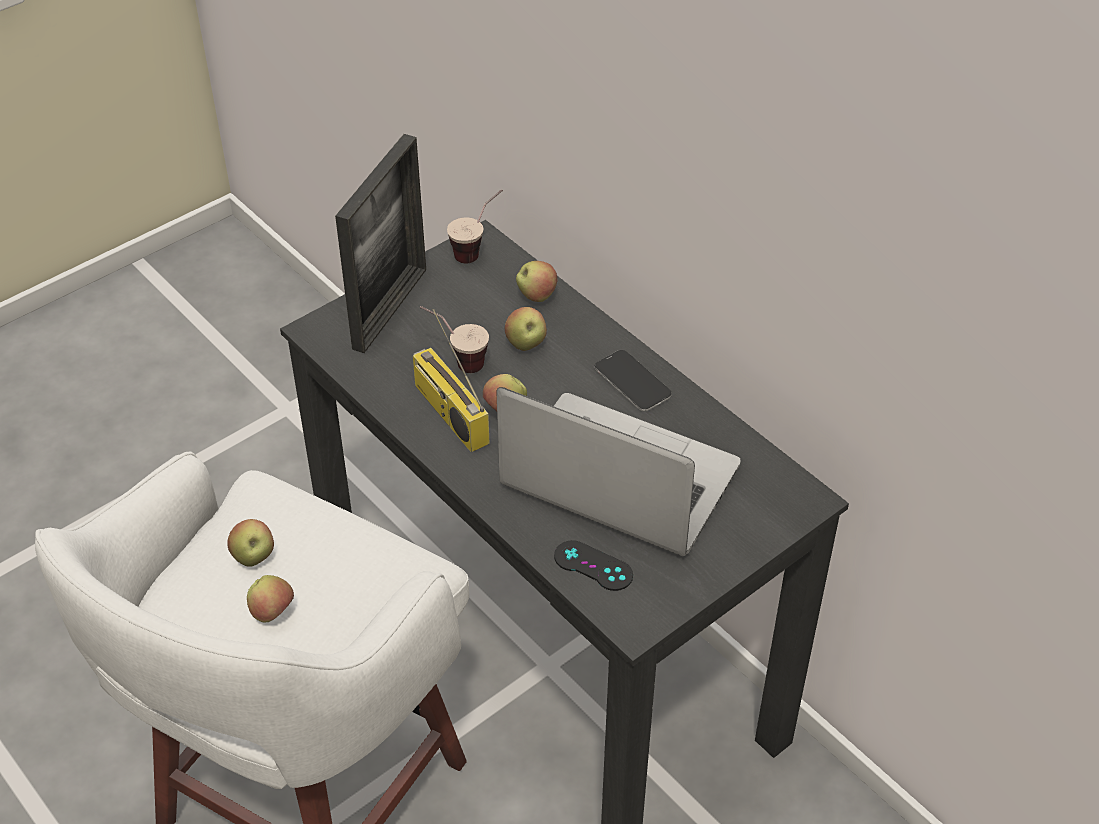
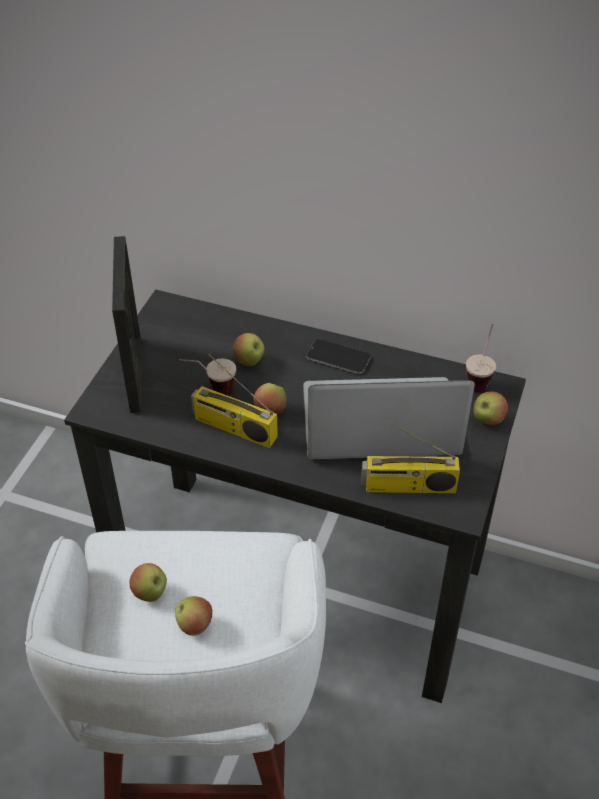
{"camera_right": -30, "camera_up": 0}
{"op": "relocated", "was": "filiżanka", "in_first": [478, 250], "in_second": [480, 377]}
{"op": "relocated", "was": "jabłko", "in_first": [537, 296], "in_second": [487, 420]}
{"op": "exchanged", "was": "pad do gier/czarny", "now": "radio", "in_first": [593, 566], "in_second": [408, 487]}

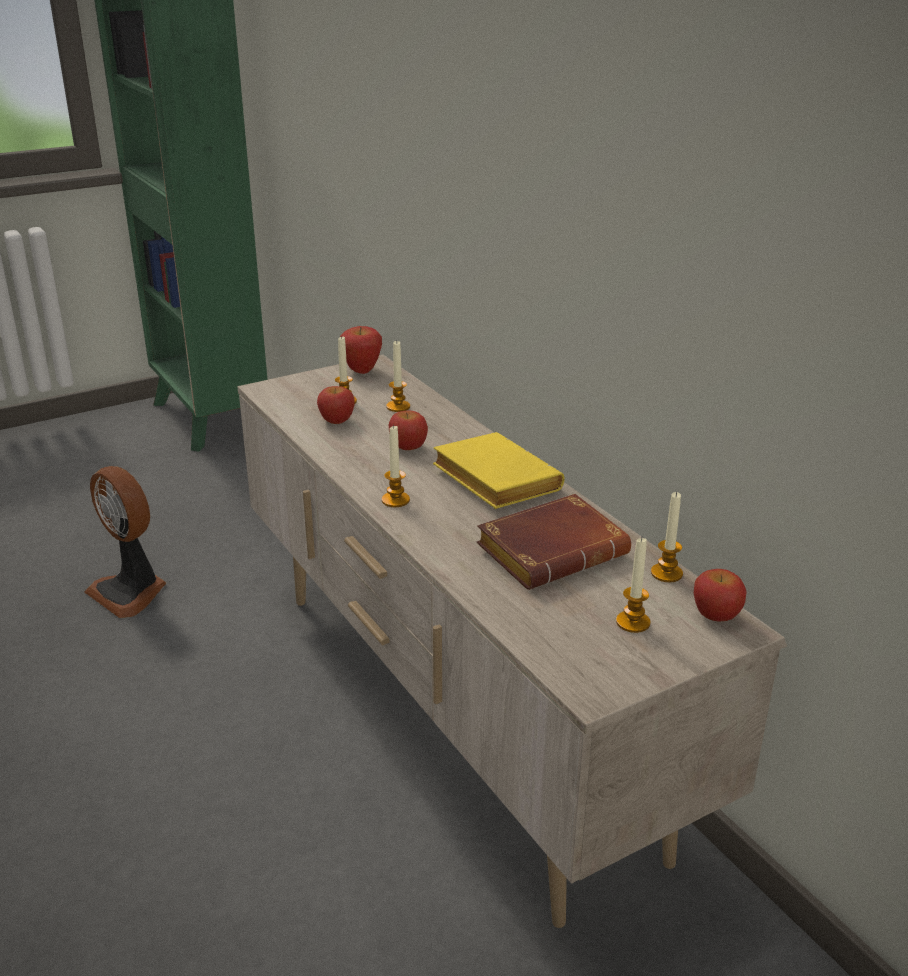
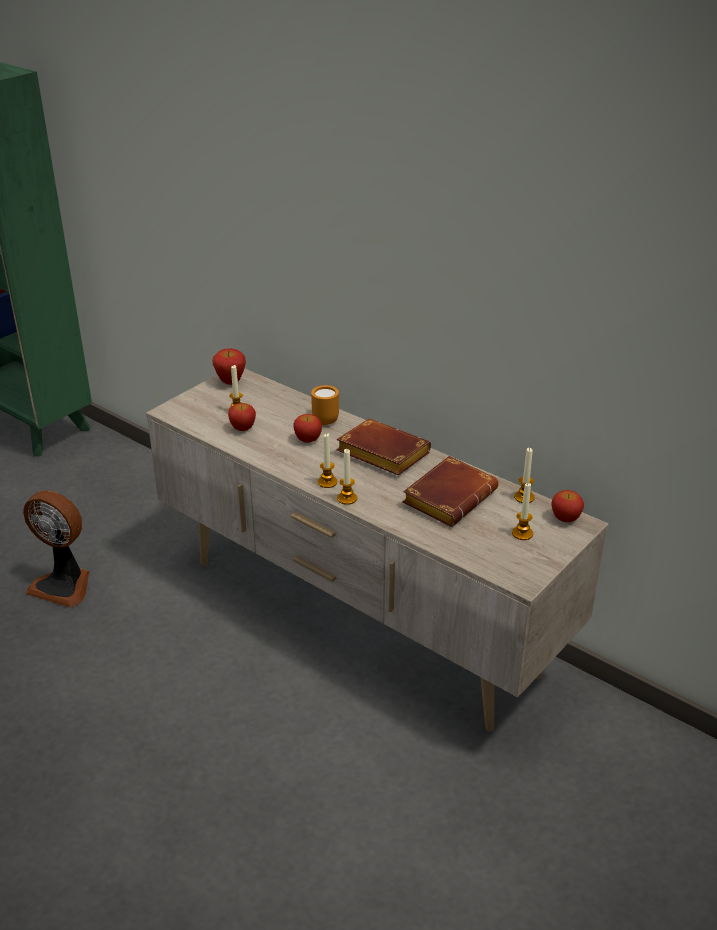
{"camera_right": -20, "camera_up": 5}
{"op": "appeared", "now": "kubek/pomarańczowy", "in_second": [324, 420]}
{"op": "relocated", "was": "świeca", "in_first": [398, 407], "in_second": [347, 498]}
{"op": "colour", "was": "książka/żółty", "now": "książka/brązowy", "in_first": [491, 480], "in_second": [380, 454]}

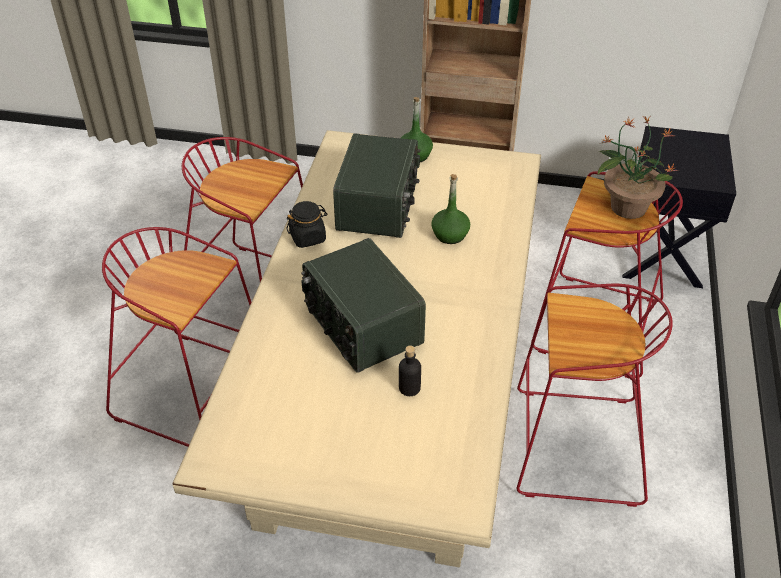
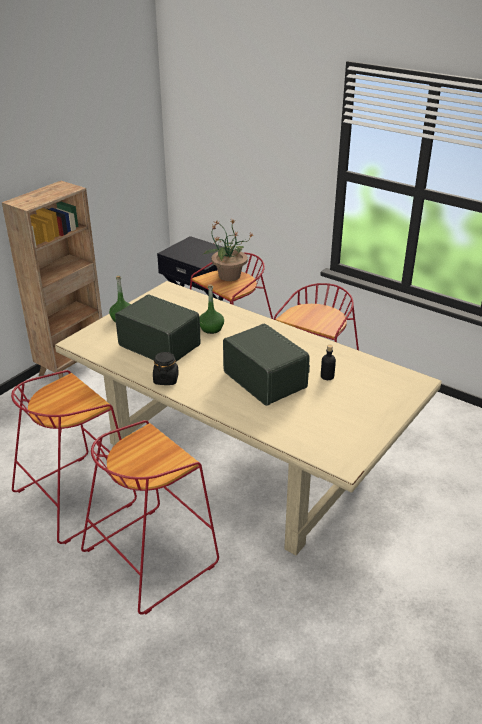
{"camera_right": -65, "camera_up": -10}
{"op": "spun", "was": "radio", "in_first": [361, 326], "in_second": [266, 379], "clockwise": -120}

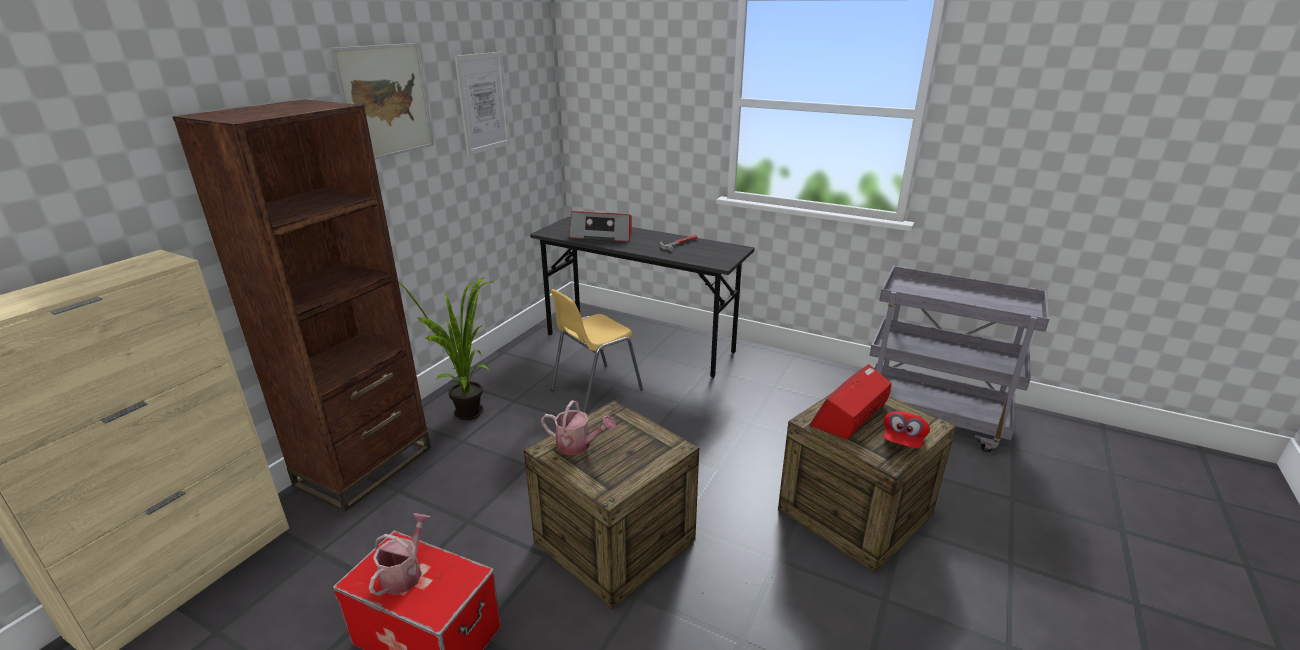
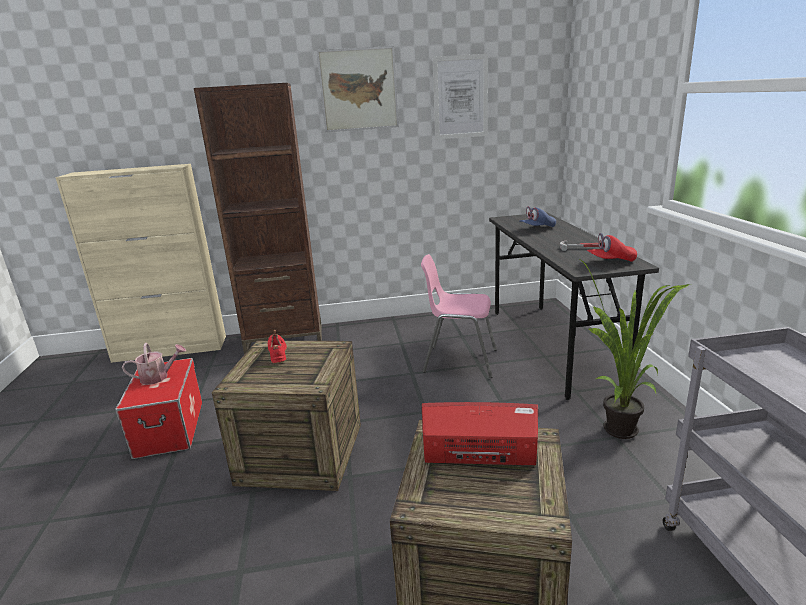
{"camera_right": 55, "camera_up": -5}
{"op": "relocated", "was": "roślina doniczkowa", "in_first": [472, 416], "in_second": [621, 435]}
{"op": "relocated", "was": "czapka z daszkiem/czerwony", "in_first": [903, 440], "in_second": [610, 261]}
{"op": "exchanged", "was": "konewka", "now": "but/czerwony", "in_first": [578, 445], "in_second": [278, 353]}
{"op": "exchanged", "was": "radio", "now": "czapka z daszkiem/niebieski", "in_first": [602, 235], "in_second": [537, 228]}
{"op": "colour", "was": "krzesło/żółty", "now": "krzesło/różowy", "in_first": [595, 390], "in_second": [459, 361]}

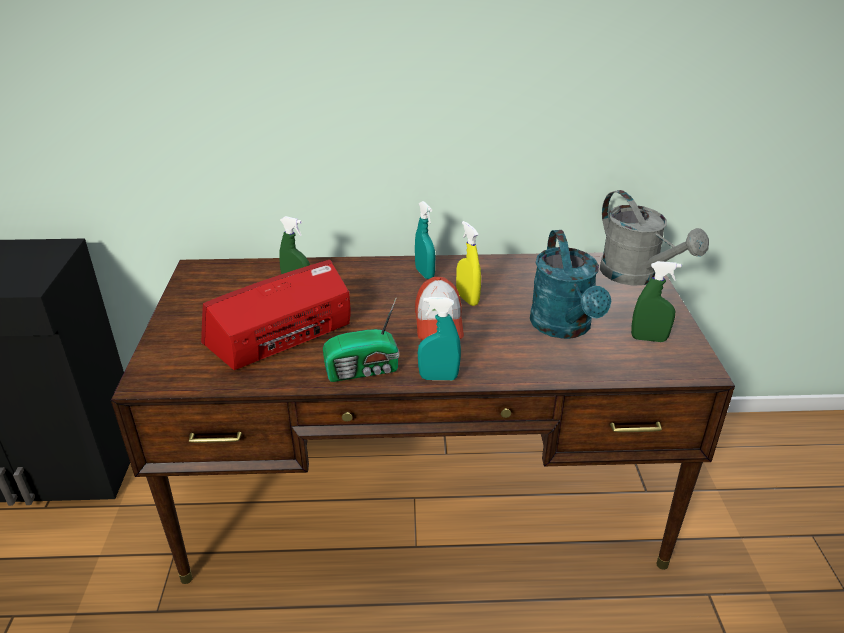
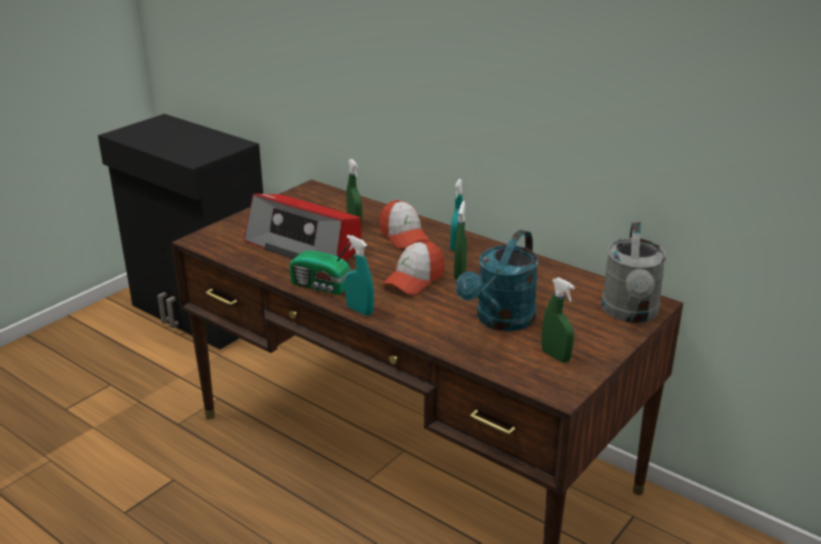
{"camera_right": 40, "camera_up": -5}
{"op": "appeared", "now": "czapka z daszkiem", "in_second": [404, 236]}
{"op": "colour", "was": "spryskiwacz/żółty", "now": "spryskiwacz/zielony", "in_first": [467, 299], "in_second": [460, 274]}
{"op": "spun", "was": "radio", "in_first": [281, 334], "in_second": [304, 246], "clockwise": -150}

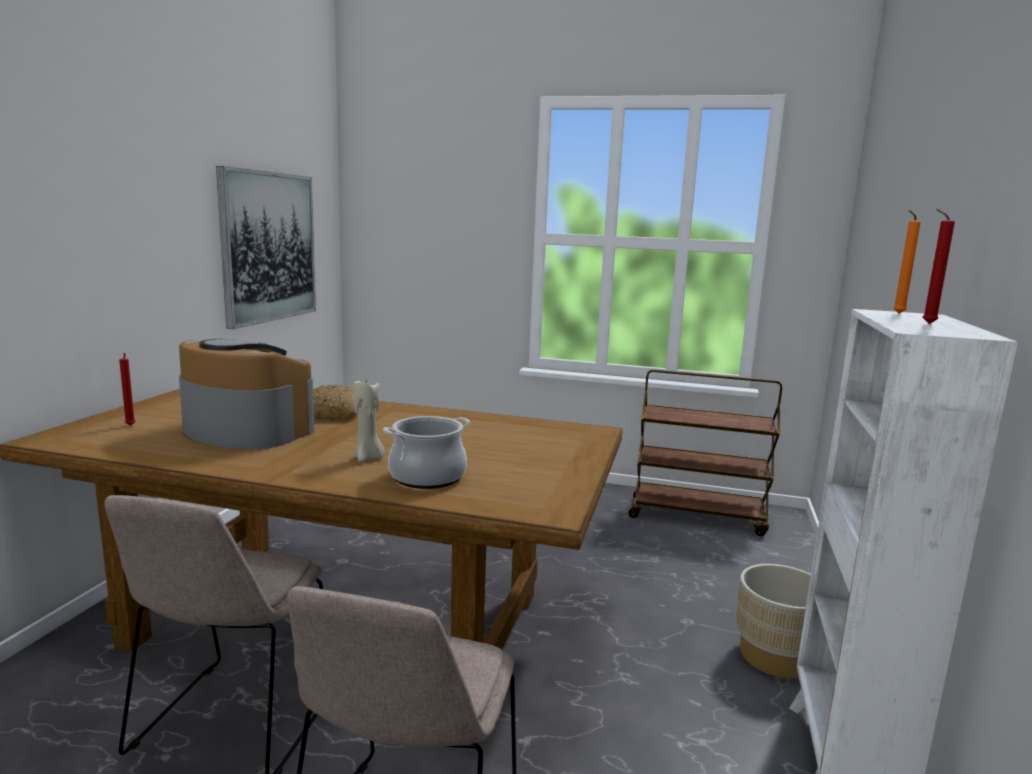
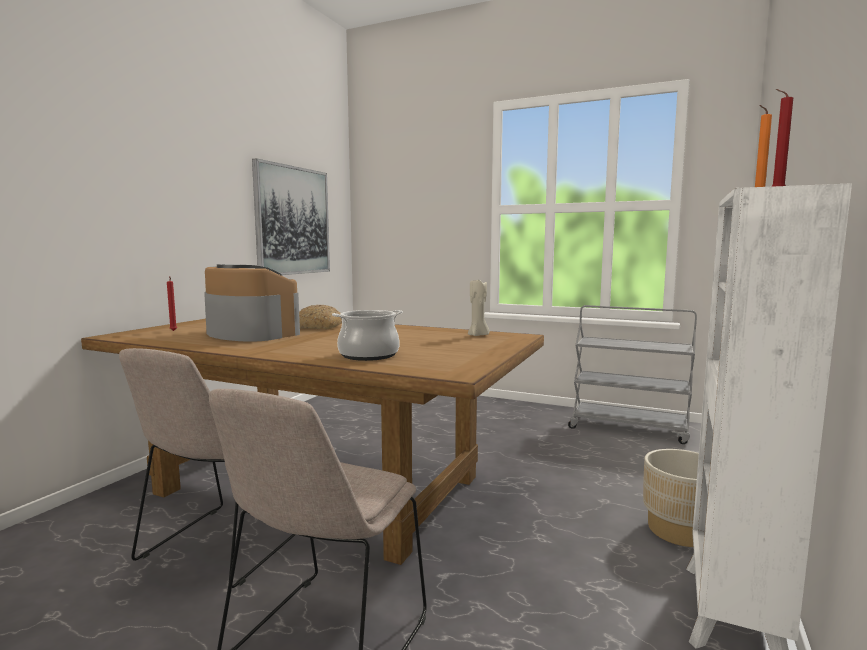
{"camera_right": 10, "camera_up": -5}
{"op": "relocated", "was": "świeca/beżowy", "in_first": [368, 458], "in_second": [478, 335]}
{"op": "colour", "was": "wózek/brązowy", "now": "wózek/szary", "in_first": [697, 516], "in_second": [629, 428]}

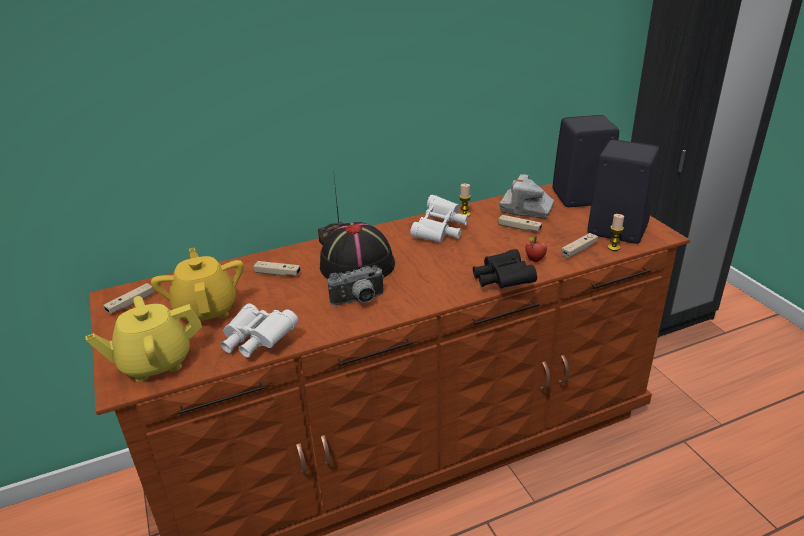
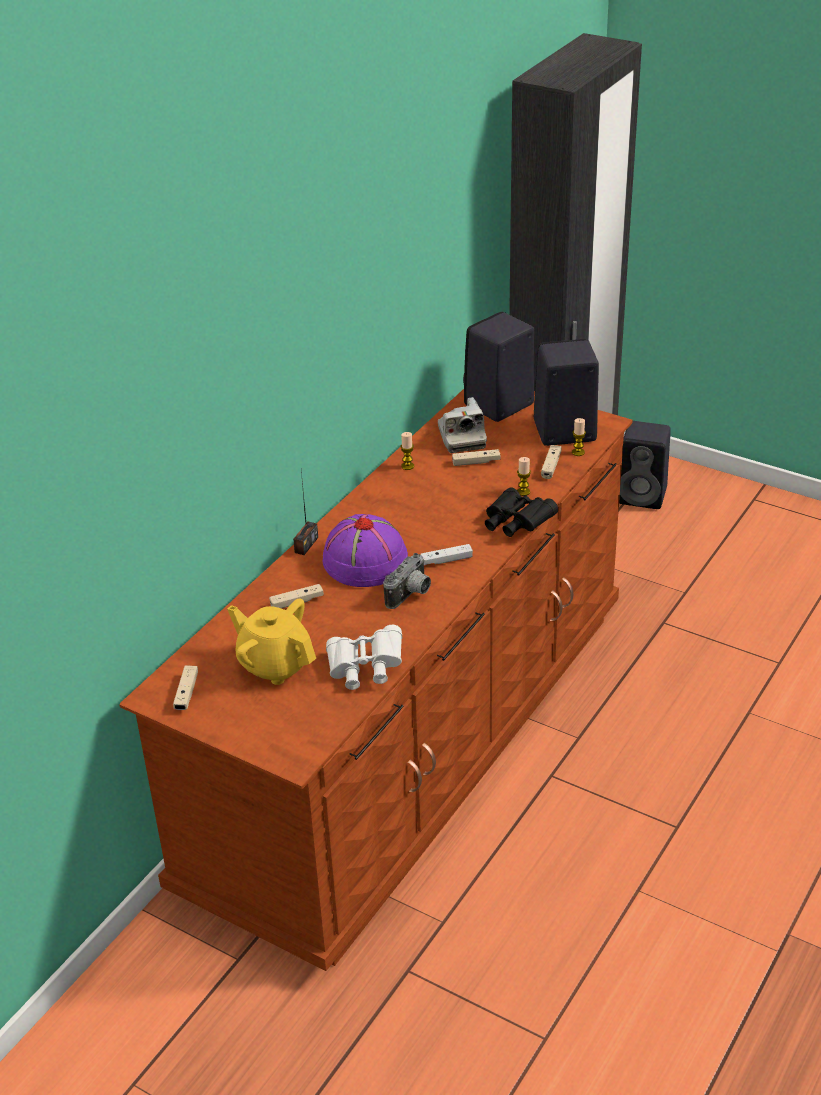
{"camera_right": -35, "camera_up": 5}
{"op": "missing", "was": "imbryk/żółty", "in_first": [155, 362]}
{"op": "missing", "was": "lornetka/biały", "in_first": [440, 231]}
{"op": "appeared", "now": "pad do gier/biały", "in_second": [446, 560]}
{"op": "appeared", "now": "głośnik/czarny", "in_second": [643, 495]}
{"op": "exchanged", "was": "jabłko", "now": "świeca", "in_first": [535, 260], "in_second": [523, 492]}
{"op": "colour", "was": "kapelusz/czarny", "now": "kapelusz/fioletowy", "in_first": [357, 264], "in_second": [364, 561]}
{"op": "spun", "was": "aparat fotograficzny", "in_first": [526, 209], "in_second": [461, 438], "clockwise": -90}

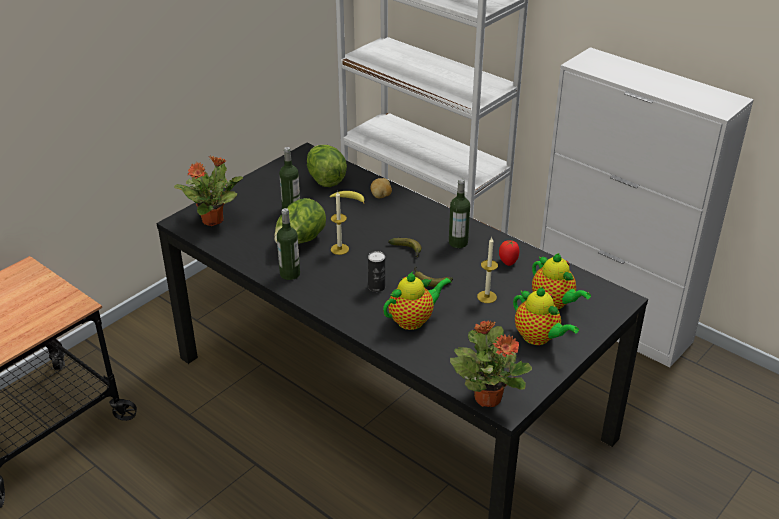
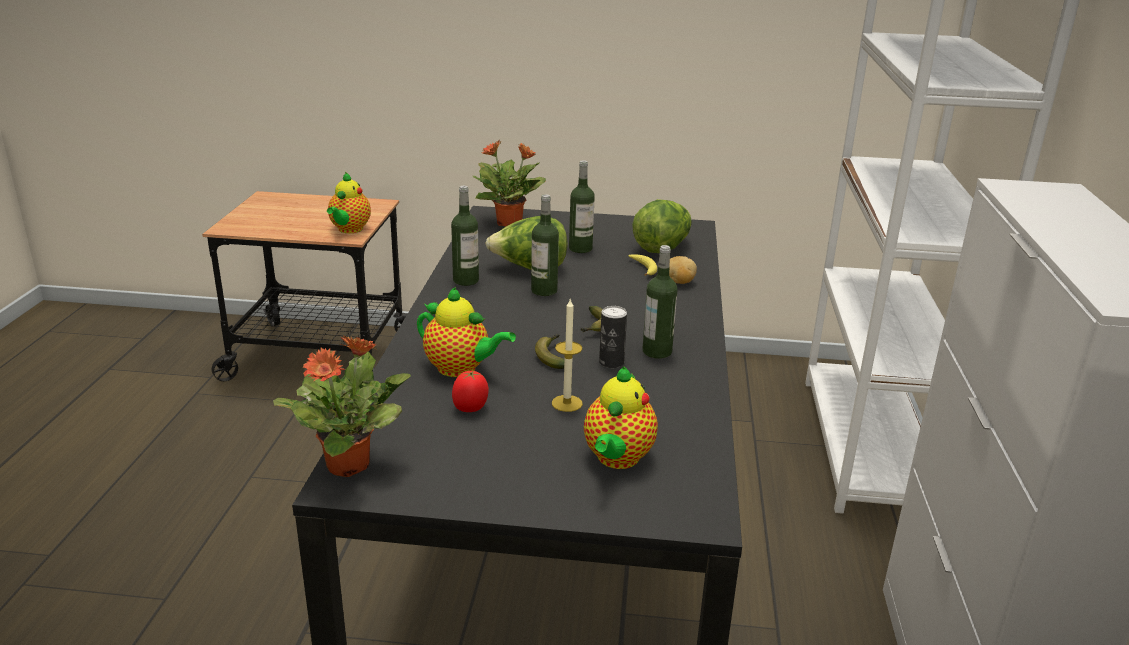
{"camera_right": 55, "camera_up": -10}
{"op": "relocated", "was": "puszka", "in_first": [376, 287], "in_second": [611, 362]}
{"op": "relocated", "was": "pomidor", "in_first": [508, 262], "in_second": [471, 408]}
{"op": "relocated", "was": "imbryk", "in_first": [538, 338], "in_second": [349, 230]}
{"op": "exchanged", "was": "świeca", "now": "butelka", "in_first": [339, 249], "in_second": [544, 290]}

